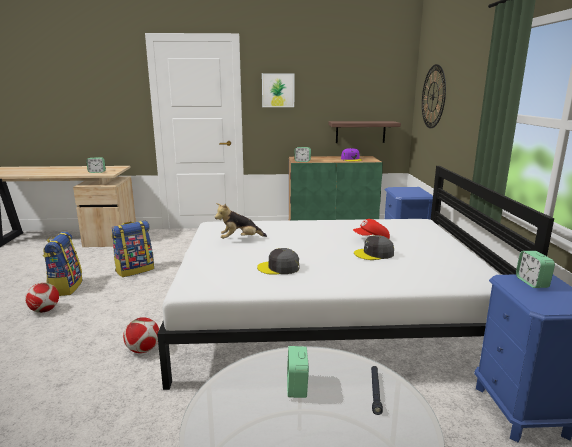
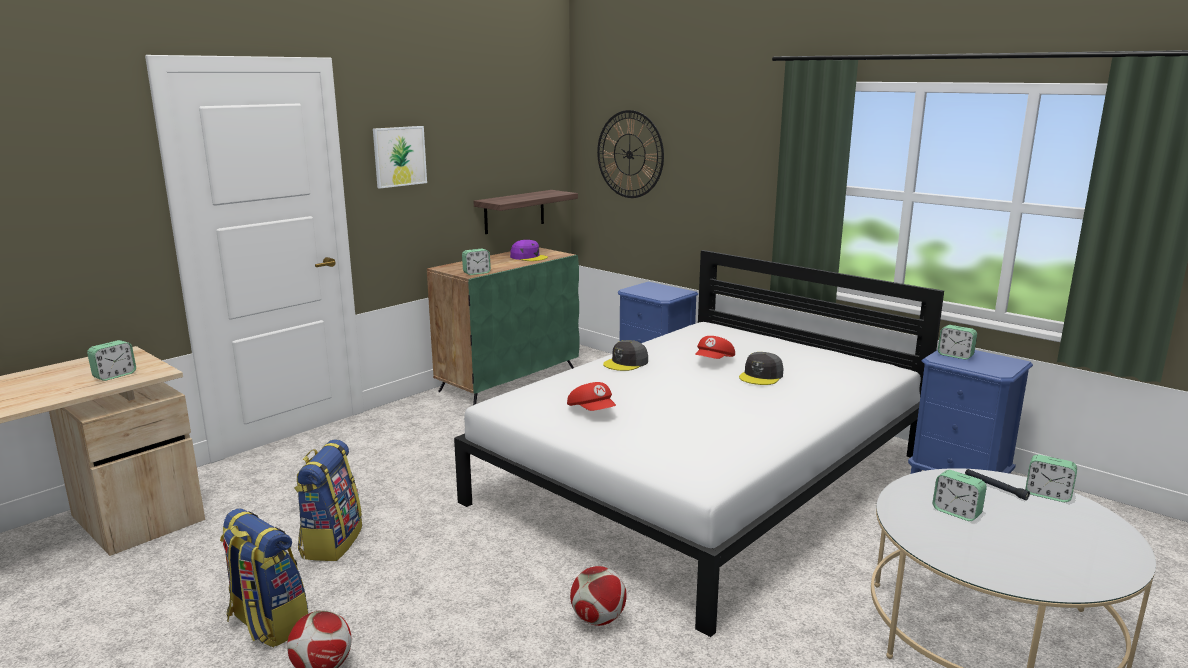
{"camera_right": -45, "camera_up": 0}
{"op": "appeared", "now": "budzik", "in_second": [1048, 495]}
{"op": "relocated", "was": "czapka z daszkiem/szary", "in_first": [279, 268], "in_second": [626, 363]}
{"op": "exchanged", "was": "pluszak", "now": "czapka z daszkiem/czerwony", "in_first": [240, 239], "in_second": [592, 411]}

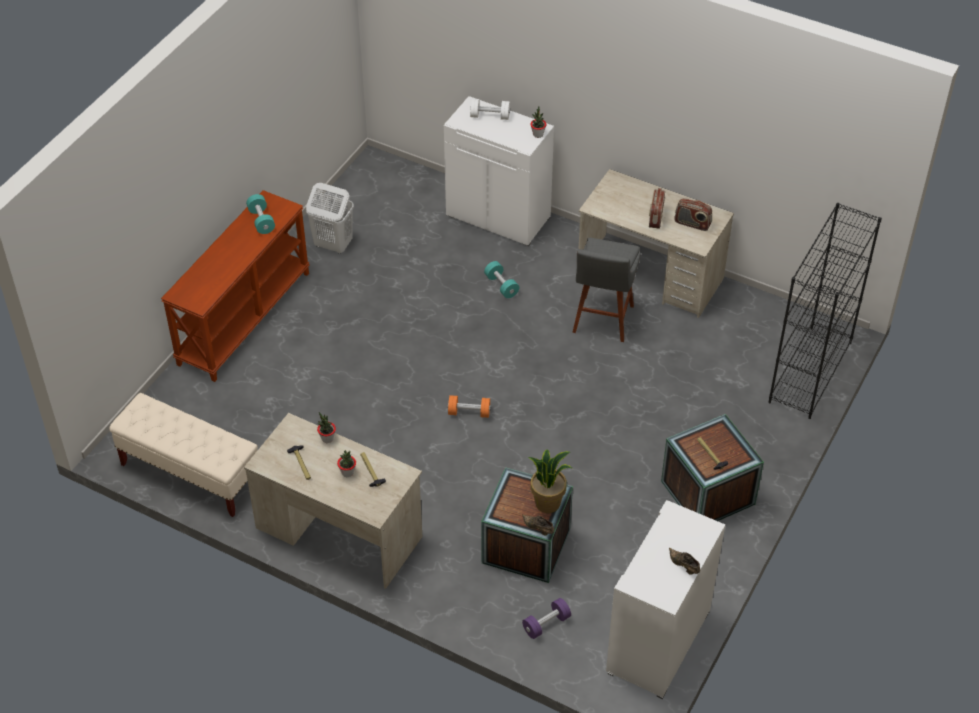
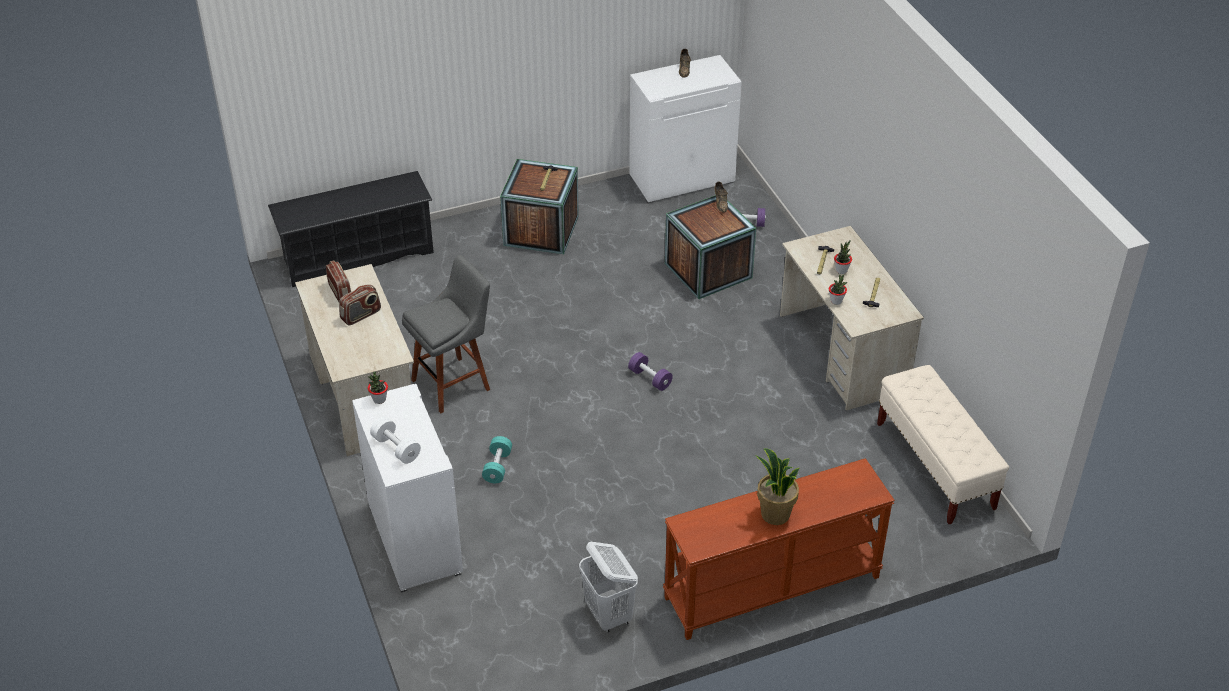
{"camera_right": -140, "camera_up": -5}
{"op": "missing", "was": "hantel/turkusowy", "in_first": [261, 221]}
{"op": "relocated", "was": "roślina doniczkowa", "in_first": [547, 502], "in_second": [774, 514]}
{"op": "exchanged", "was": "regał/czarny", "now": "regał na buty/czarny", "in_first": [810, 373], "in_second": [358, 255]}
{"op": "colour", "was": "hantel/pomarańczowy", "now": "hantel/fioletowy", "in_first": [469, 412], "in_second": [650, 378]}

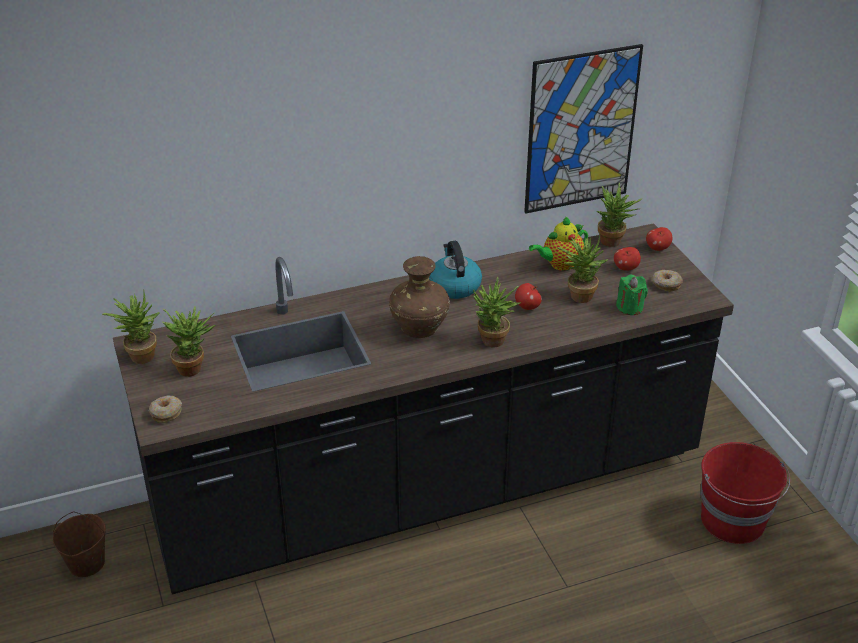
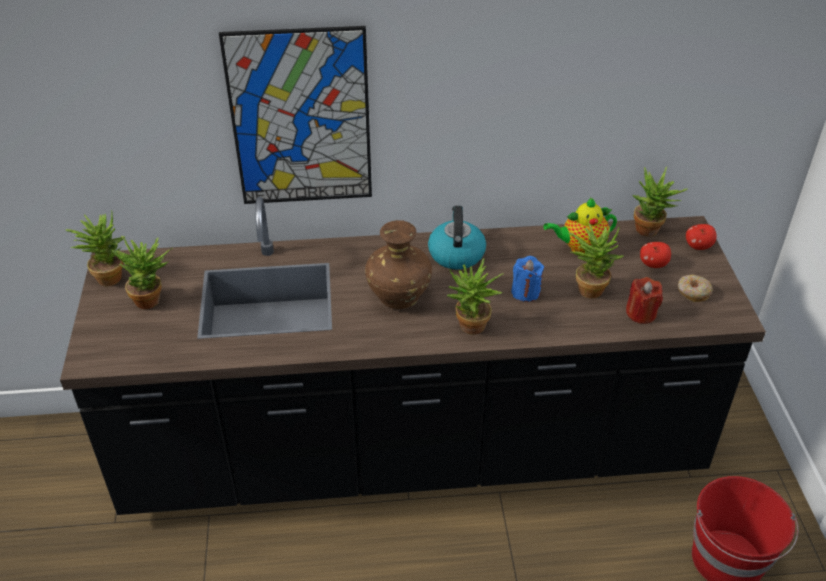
{"camera_right": 15, "camera_up": 5}
{"op": "missing", "was": "wiadro/brązowy", "in_first": [86, 564]}
{"op": "missing", "was": "donut", "in_first": [166, 413]}
{"op": "relocated", "was": "obraz", "in_first": [581, 130], "in_second": [301, 119]}
{"op": "exchanged", "was": "jabłko", "now": "świeca/niebieski", "in_first": [527, 307], "in_second": [525, 292]}
{"op": "colour", "was": "świeca/zielony", "now": "świeca/czerwony", "in_first": [630, 307], "in_second": [641, 313]}

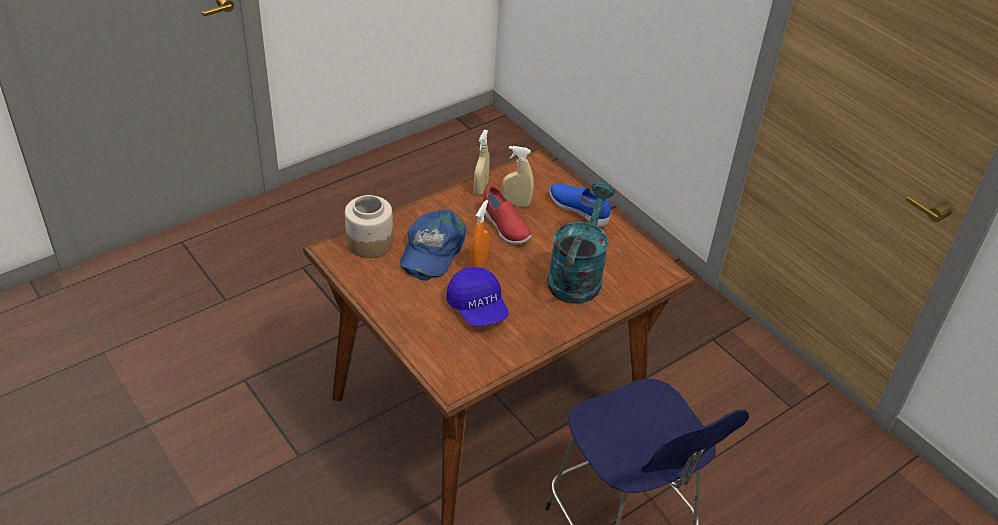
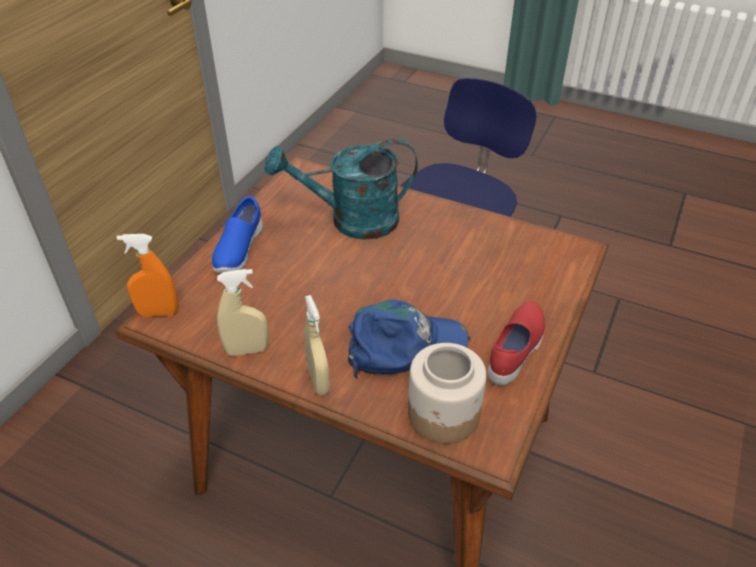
{"camera_right": -115, "camera_up": 0}
{"op": "missing", "was": "czapka z daszkiem/niebieski", "in_first": [477, 308]}
{"op": "relocated", "was": "spryskiwacz/pomarańczowy", "in_first": [479, 264], "in_second": [158, 313]}
{"op": "relocated", "was": "but/czerwony", "in_first": [504, 228], "in_second": [516, 351]}
{"op": "relocated", "was": "spryskiwacz/beżowy", "in_first": [516, 203], "in_second": [318, 381]}

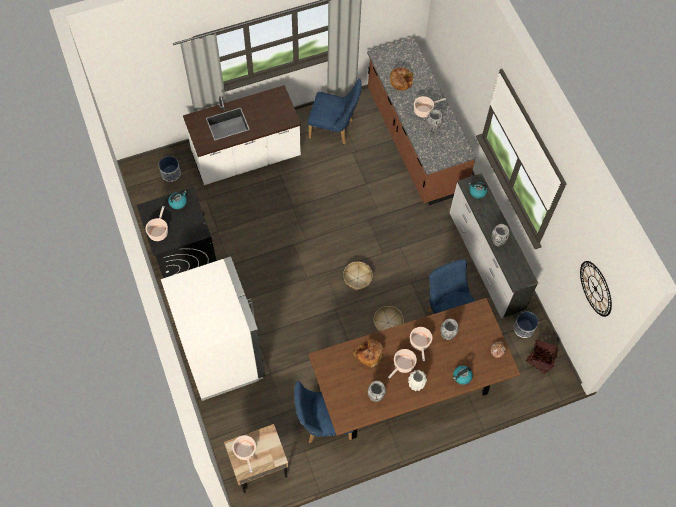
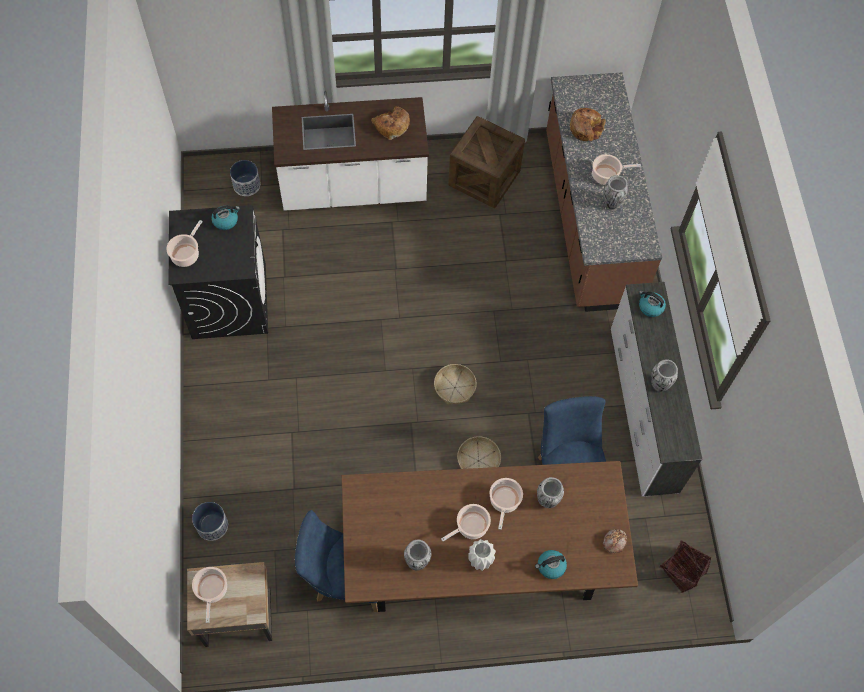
{"camera_right": 15, "camera_up": 0}
{"op": "missing", "was": "lodówka/biały", "in_first": [222, 355]}
{"op": "missing", "was": "zegar ścienny", "in_first": [595, 288]}
{"op": "relocated", "was": "chleb", "in_first": [369, 354], "in_second": [391, 125]}
{"op": "relocated", "was": "donica", "in_first": [523, 328], "in_second": [212, 525]}
{"op": "exchanged", "was": "krzesło/niebieski", "now": "skrzynka", "in_first": [334, 130], "in_second": [484, 178]}

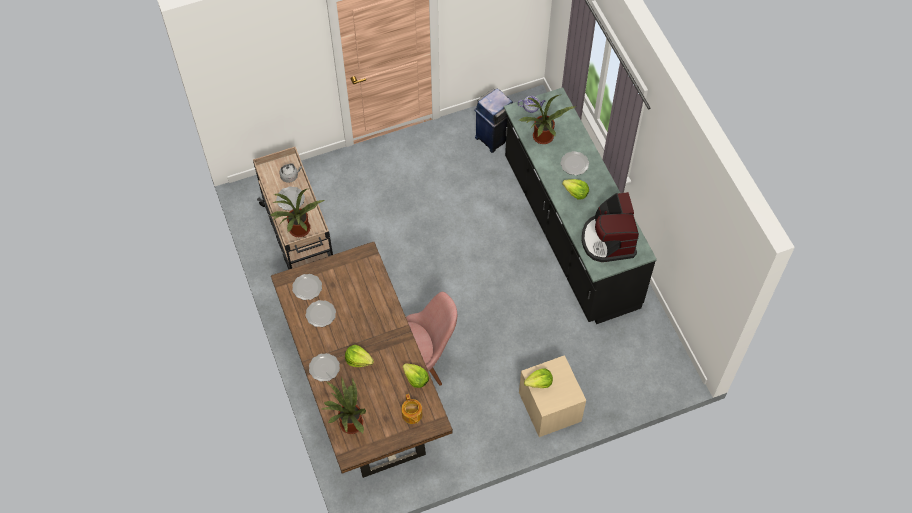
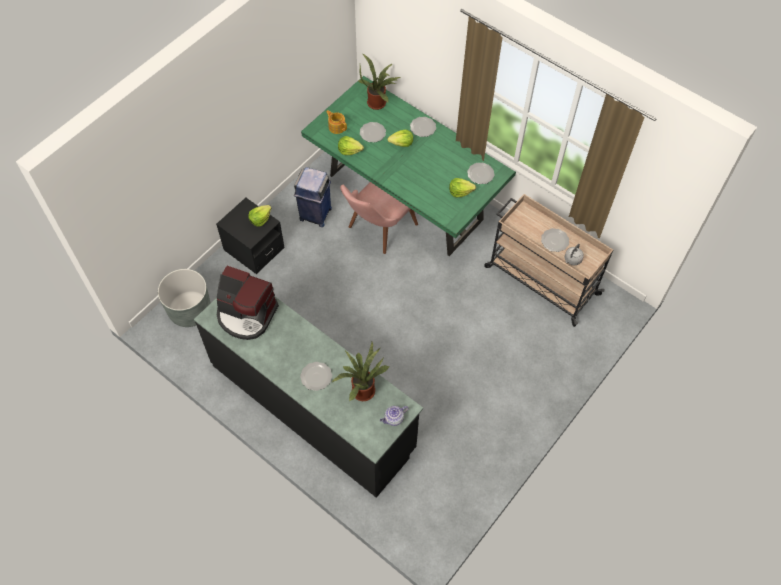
{"camera_right": 150, "camera_up": 0}
{"op": "missing", "was": "roślina doniczkowa", "in_first": [299, 231]}
{"op": "appeared", "now": "donica/szary", "in_second": [190, 310]}
{"op": "relocated", "was": "talerz", "in_first": [321, 314], "in_second": [372, 133]}
{"op": "relocated", "was": "kosz na śmieci/niebieski", "in_first": [493, 138], "in_second": [315, 214]}
{"op": "relocated", "was": "sałata", "in_first": [576, 193], "in_second": [460, 191]}
{"op": "colour", "was": "stół jadalny/brązowy", "now": "stół jadalny/zielony", "in_first": [363, 387], "in_second": [406, 198]}
{"op": "colour", "was": "szafka nocna/beżowy", "now": "szafka nocna/czarny", "in_first": [549, 407], "in_second": [254, 249]}
{"op": "spun", "was": "ekspres do kawy", "in_first": [608, 240], "in_second": [246, 315], "clockwise": 150}

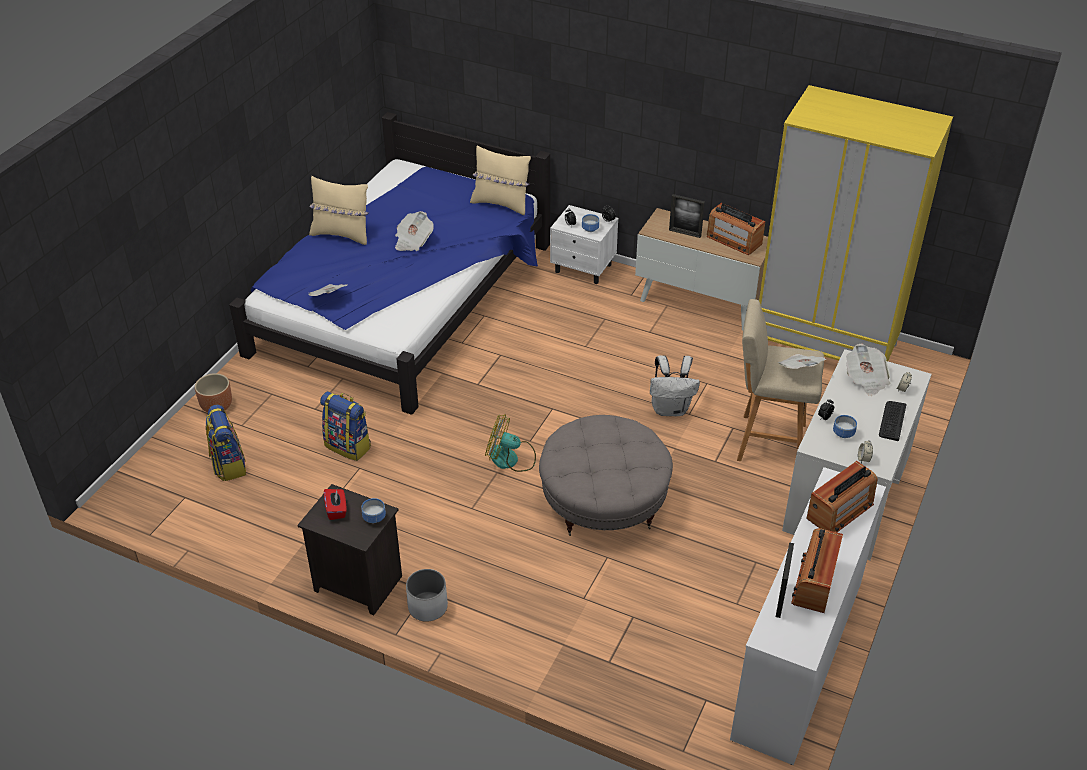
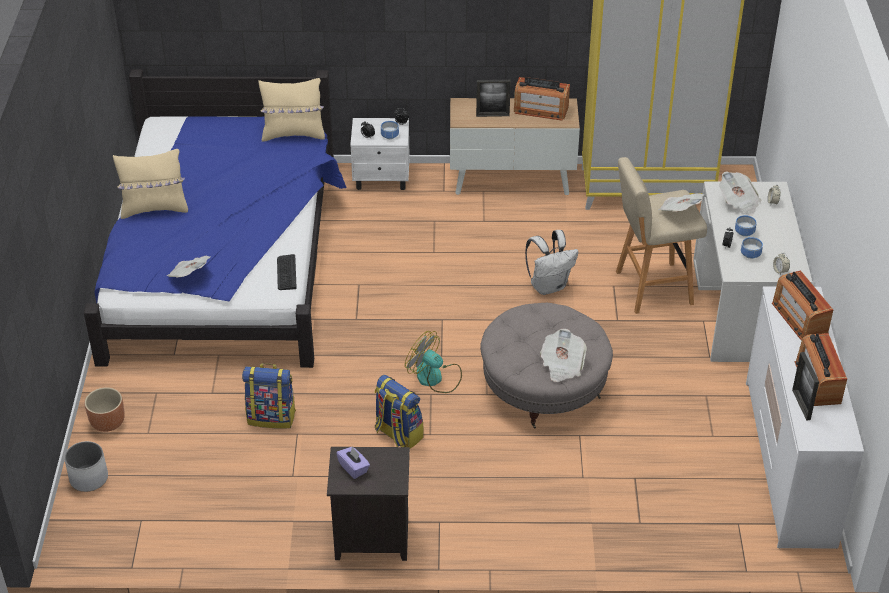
{"camera_right": -25, "camera_up": 0}
{"op": "relocated", "was": "plecak", "in_first": [228, 464], "in_second": [398, 434]}
{"op": "relocated", "was": "miska", "in_first": [374, 518], "in_second": [745, 233]}
{"op": "relocated", "was": "gazeta", "in_first": [413, 241], "in_second": [562, 365]}
{"op": "relocated", "was": "donica/biały", "in_first": [427, 606], "in_second": [88, 478]}
{"op": "relocated", "was": "klawiatura", "in_first": [892, 421], "in_second": [286, 273]}
{"op": "colour", "was": "pudełko chusteczek/czerwony", "now": "pudełko chusteczek/fioletowy", "in_first": [336, 510], "in_second": [353, 468]}
{"op": "spun", "was": "wentylator", "in_first": [510, 459], "in_second": [435, 378], "clockwise": 45}
{"op": "spun", "was": "radio", "in_first": [840, 511], "in_second": [799, 318], "clockwise": 135}

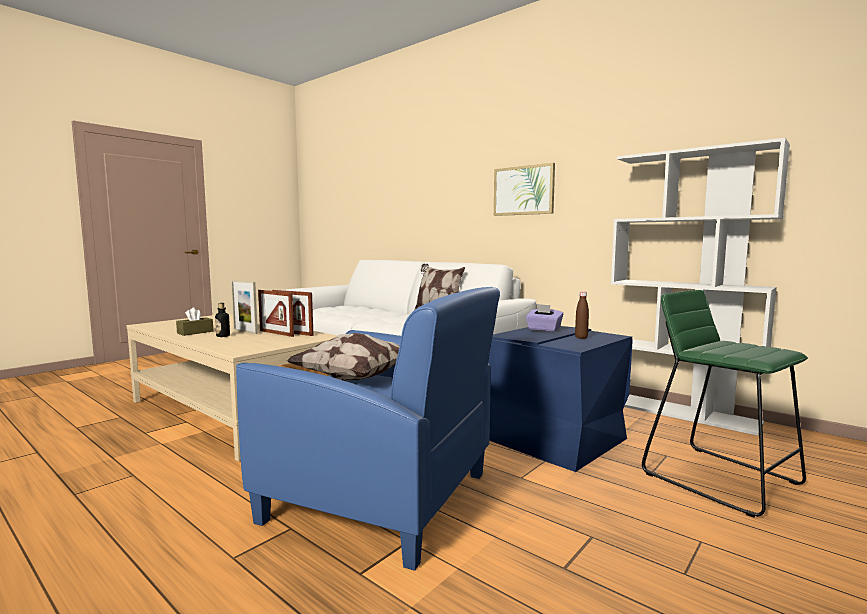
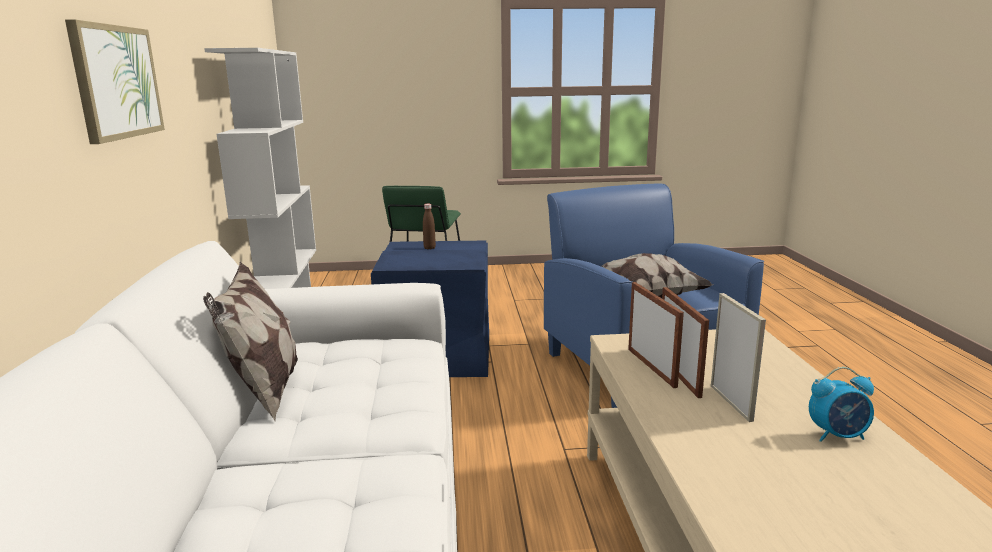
{"camera_right": -135, "camera_up": 10}
{"op": "missing", "was": "butelka", "in_first": [223, 336]}
{"op": "missing", "was": "pudełko chusteczek/fioletowy", "in_first": [543, 329]}
{"op": "exchanged", "was": "pudełko chusteczek/brązowy", "now": "budzik", "in_first": [195, 332], "in_second": [837, 436]}

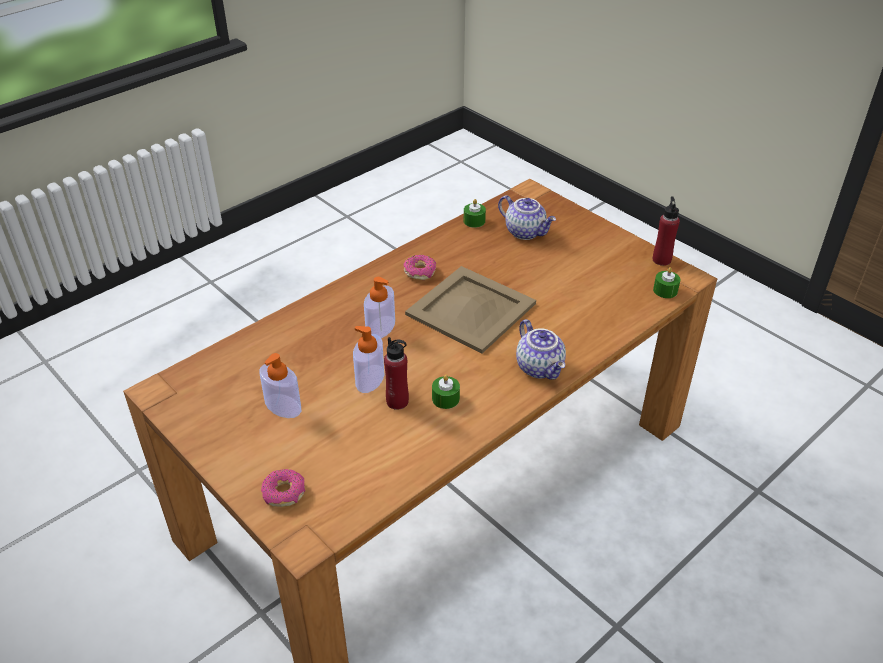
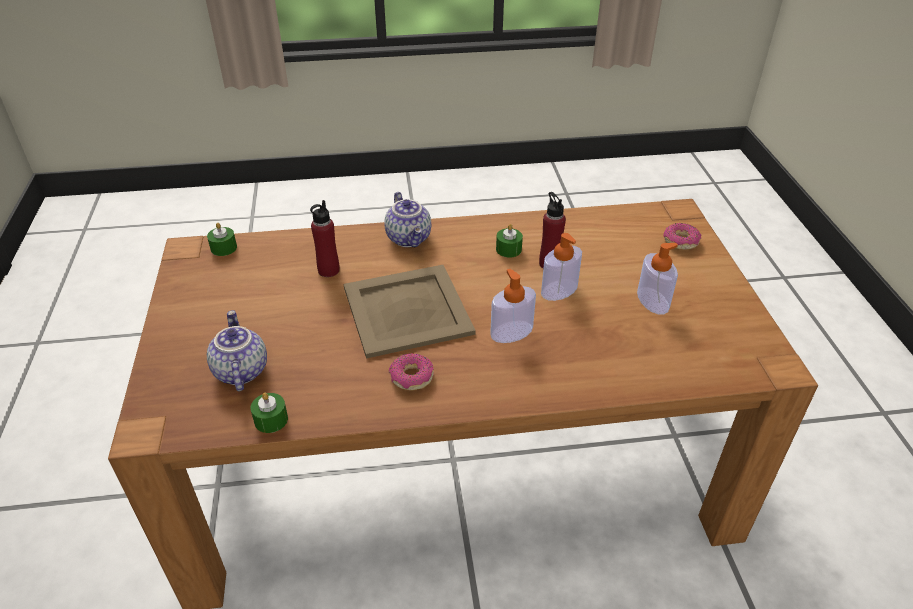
{"camera_right": -145, "camera_up": 0}
{"op": "relocated", "was": "butelka/czerwony", "in_first": [661, 260], "in_second": [328, 270]}
{"op": "spun", "was": "imbryk", "in_first": [540, 367], "in_second": [410, 238], "clockwise": 150}

